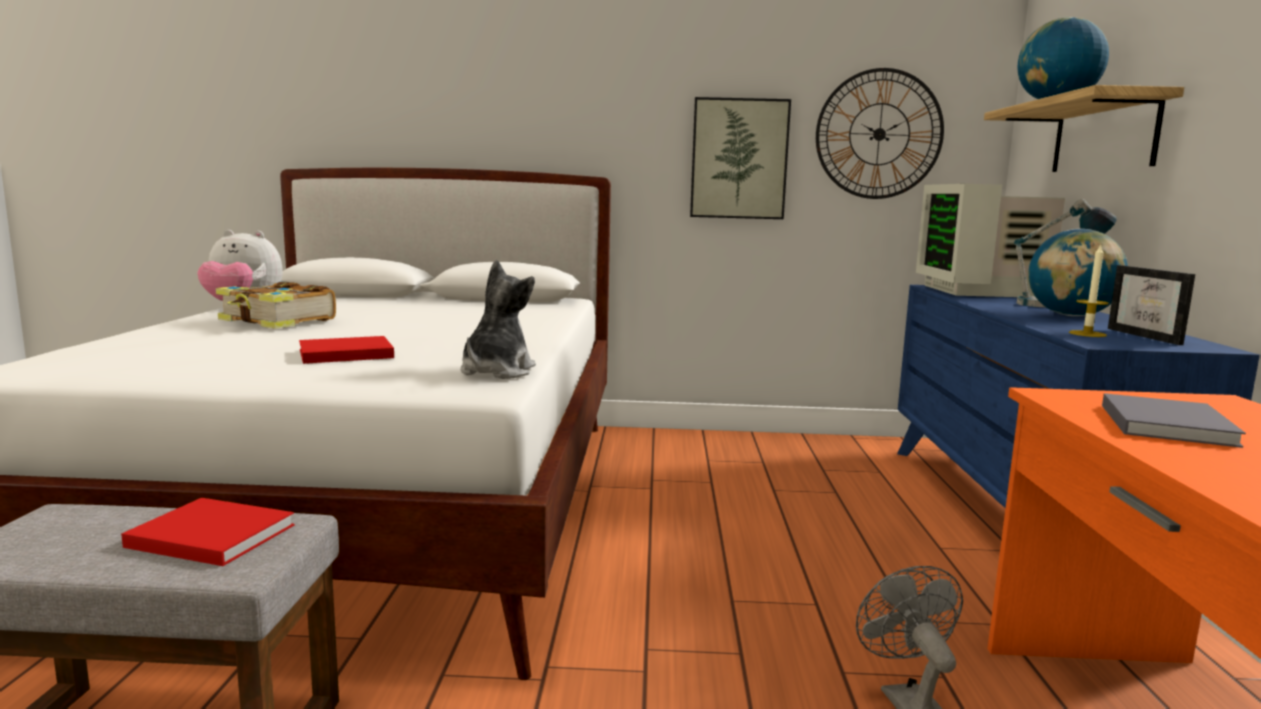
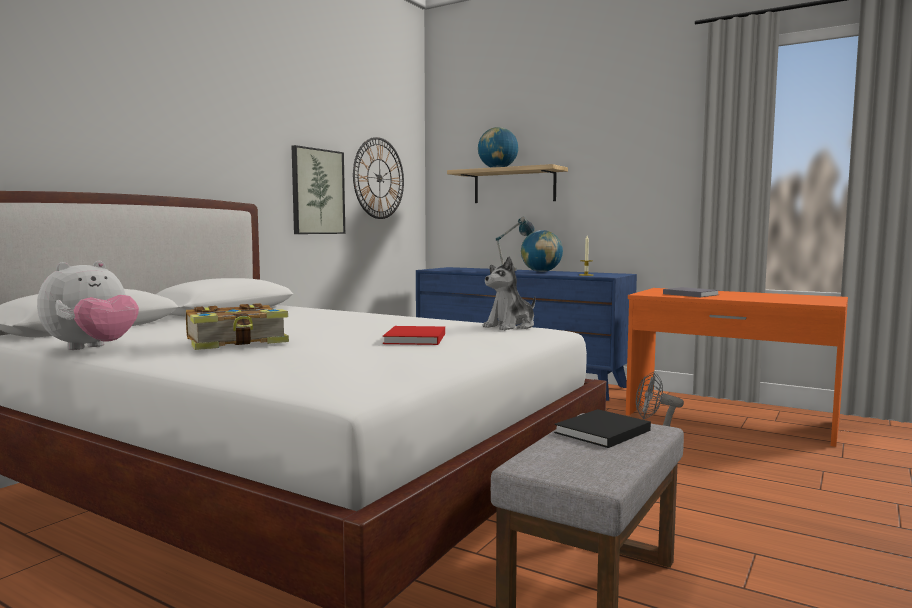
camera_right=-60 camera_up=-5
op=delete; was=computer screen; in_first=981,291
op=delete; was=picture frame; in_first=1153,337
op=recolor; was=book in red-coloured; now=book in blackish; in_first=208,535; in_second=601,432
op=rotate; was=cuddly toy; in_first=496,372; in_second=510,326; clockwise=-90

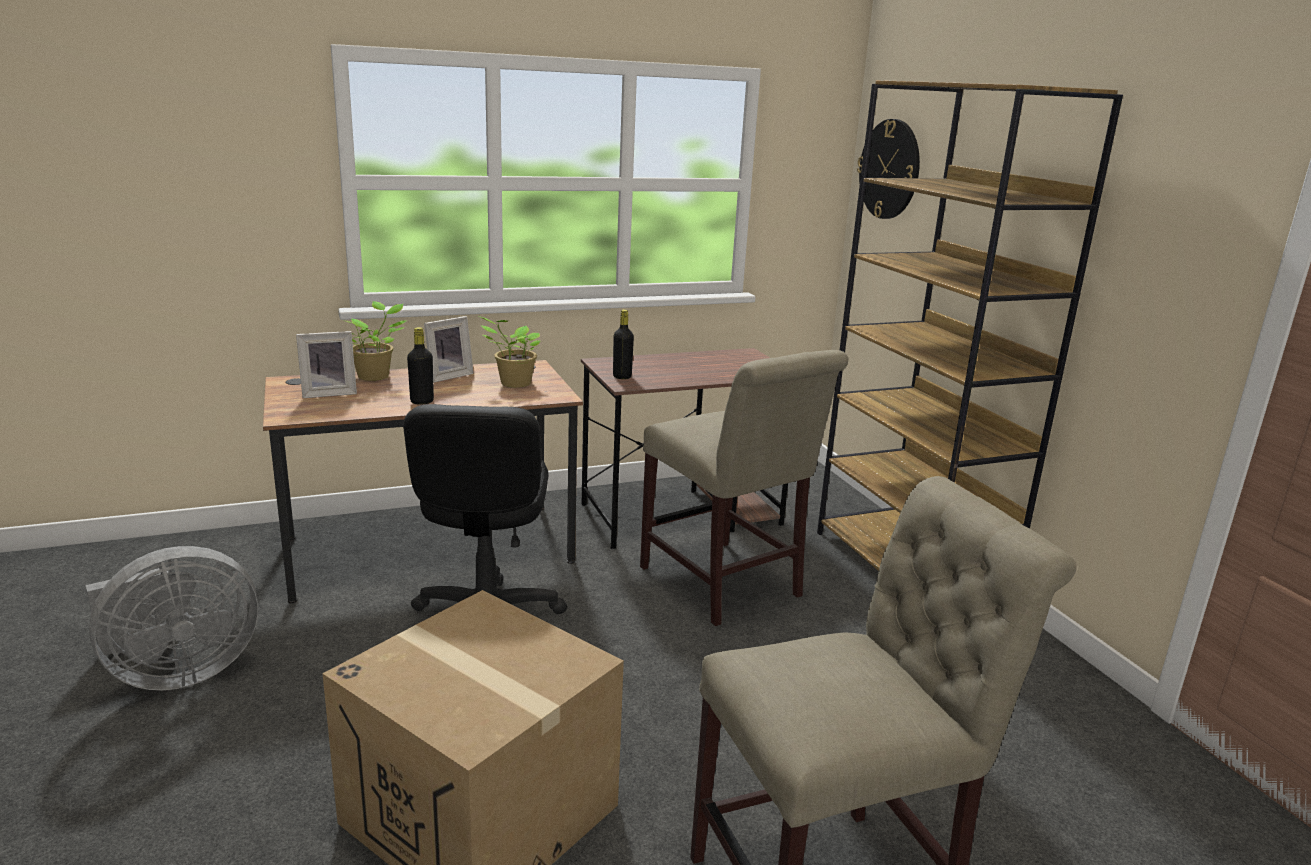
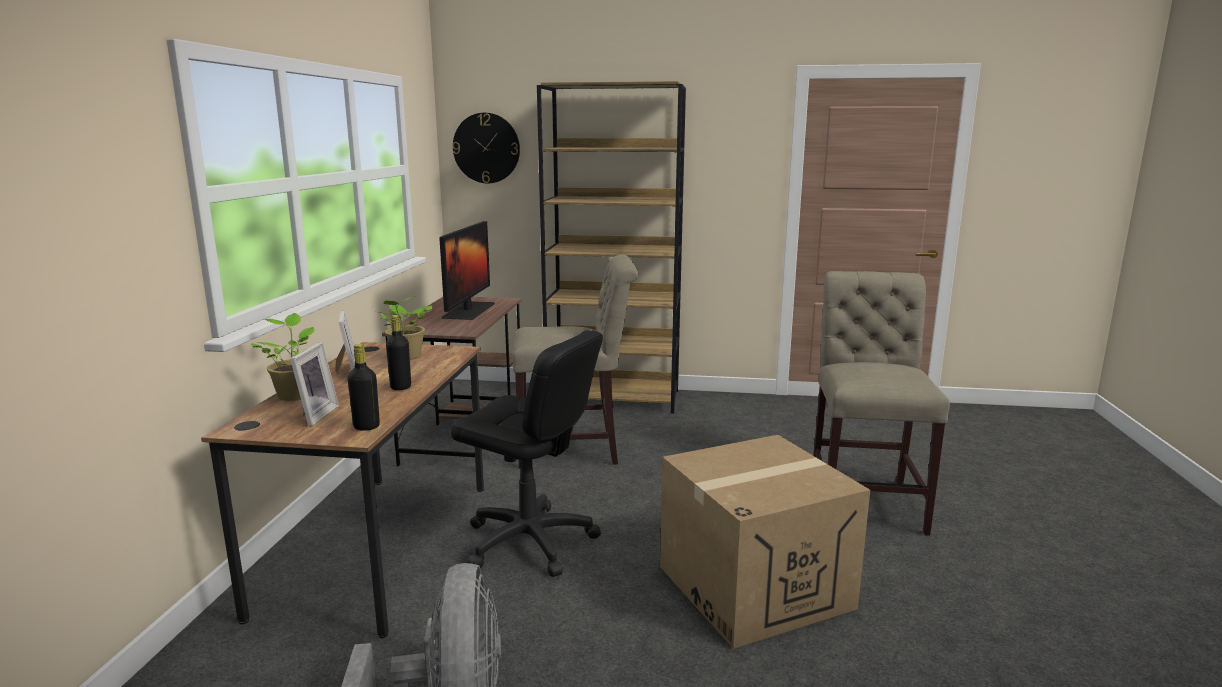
camera_right=-60 camera_up=-5
op=insert; now=computer screen; in_second=469,311
op=move; was=bottle in blackish; in_first=622,376; in_second=366,427

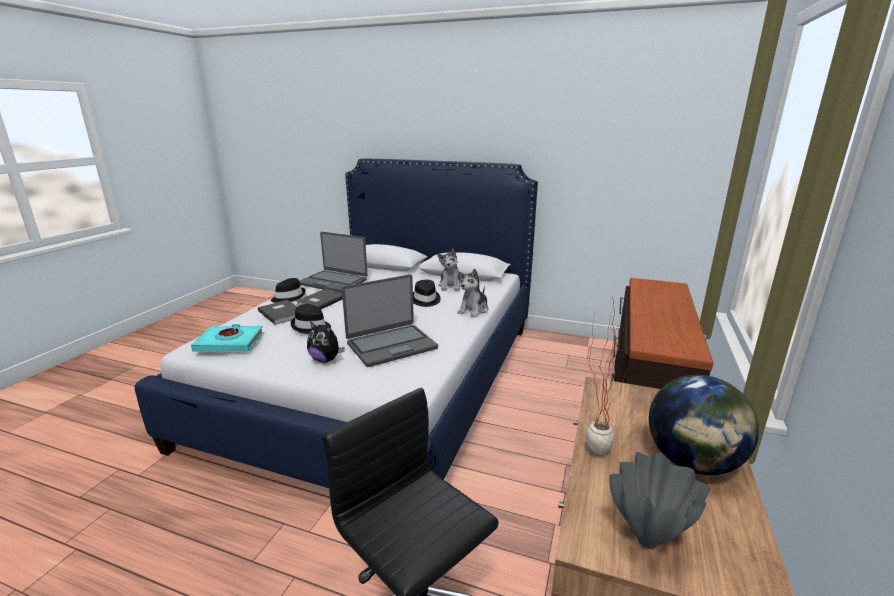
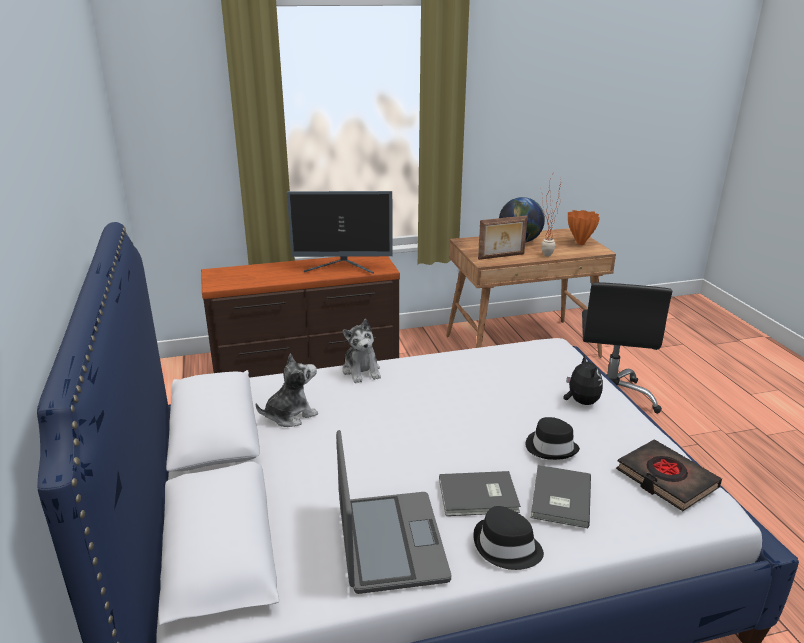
camera_right=-125 camera_up=5
op=delete; was=portable computer; in_first=391,345
op=delete; was=wearable hat in blackish; in_first=425,300
op=insert; now=computer screen; in_second=342,267
op=insert; now=picture frame; in_second=501,257
op=recolor; was=book in turquoise; now=book in blackish; in_first=230,343; in_second=666,479
op=recolor; was=decorative vase in grey; now=decorative vase in orange-coloured; in_first=649,541; in_second=580,243
op=rotate; was=cuddly toy; in_first=473,310; in_second=361,371; clockwise=75

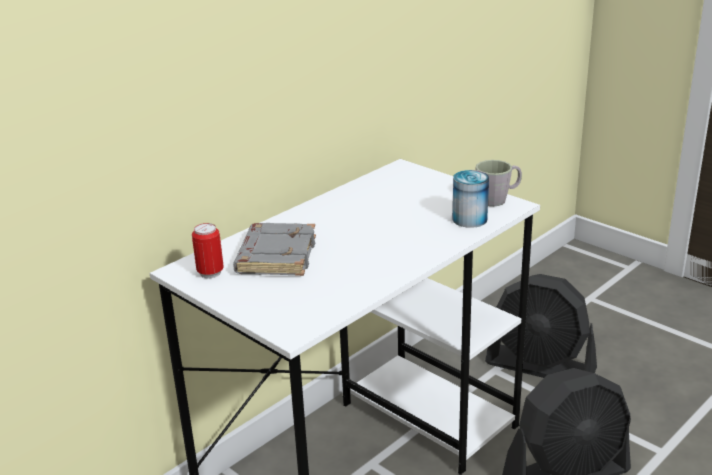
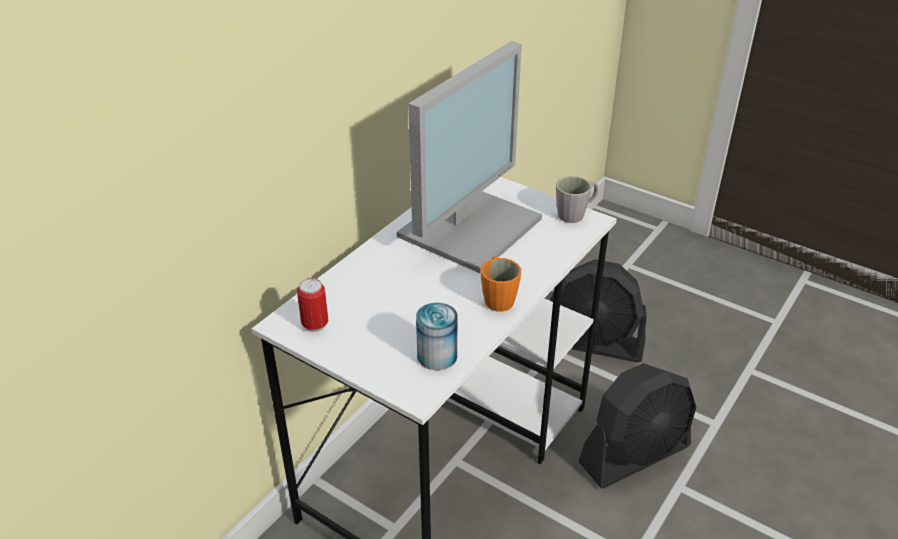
camera_right=-10 camera_up=10
op=delete; was=book in grey; in_first=275,255
op=insert; now=computer screen; in_second=469,226
op=insert; now=tea mug in orange-coloured; in_second=498,297
op=move; was=metal can; in_first=469,219; in_second=437,356

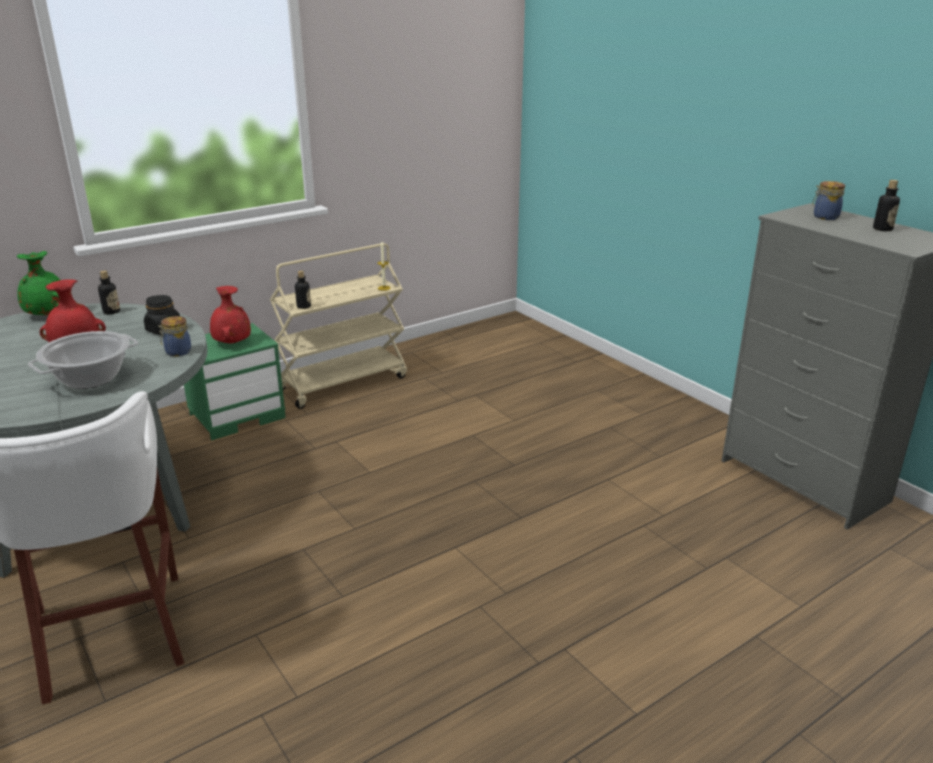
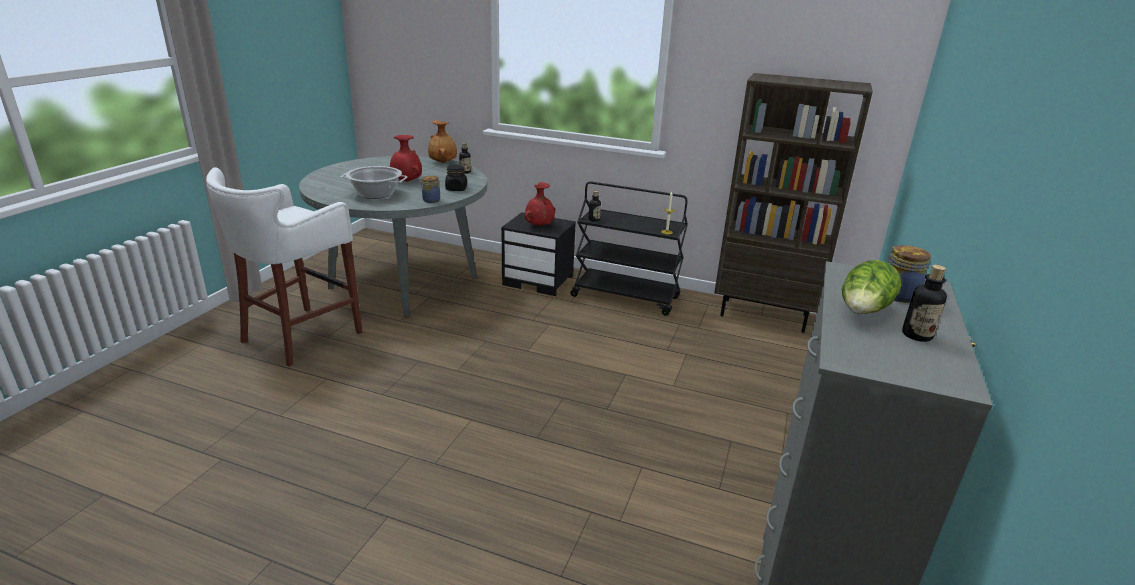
camera_right=55 camera_up=0
op=insert; now=bookcase in brown; in_second=764,315
op=insert; now=head of lettuce; in_second=864,311
op=recolor; was=decorative vase in green-coloured; now=decorative vase in brown; in_first=48,314; in_second=443,162
op=recolor; was=bedside table in green-coloured; now=bedside table in blackish; in_first=238,415; in_second=539,281
op=recolor; was=cart in beige; now=cart in blackish; in_first=343,383; in_second=626,297

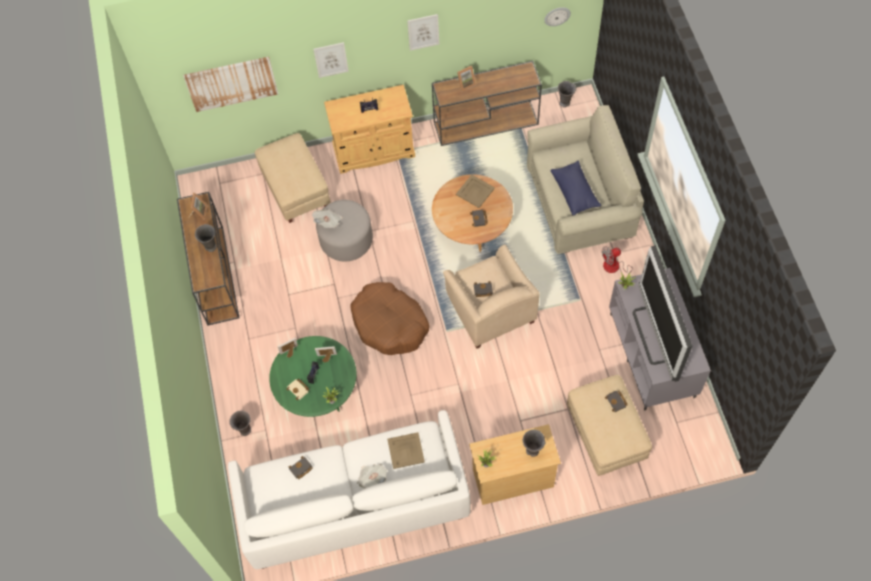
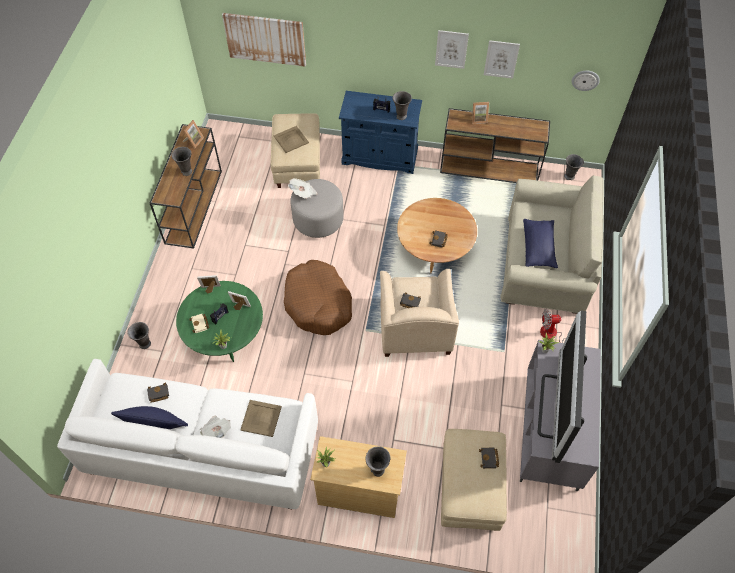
camera_right=20 camera_up=-5
op=insert; now=throw pillow in blue; in_second=154,424
op=insert; now=decorative vase in grey; in_second=401,116
op=move; was=wall art; in_first=331,59; in_second=501,59
op=move; was=tray in beige; in_first=475,191; in_second=291,140
op=recolor; was=cabinet in beige; now=cabinet in blue; in_first=374,151; in_second=379,156

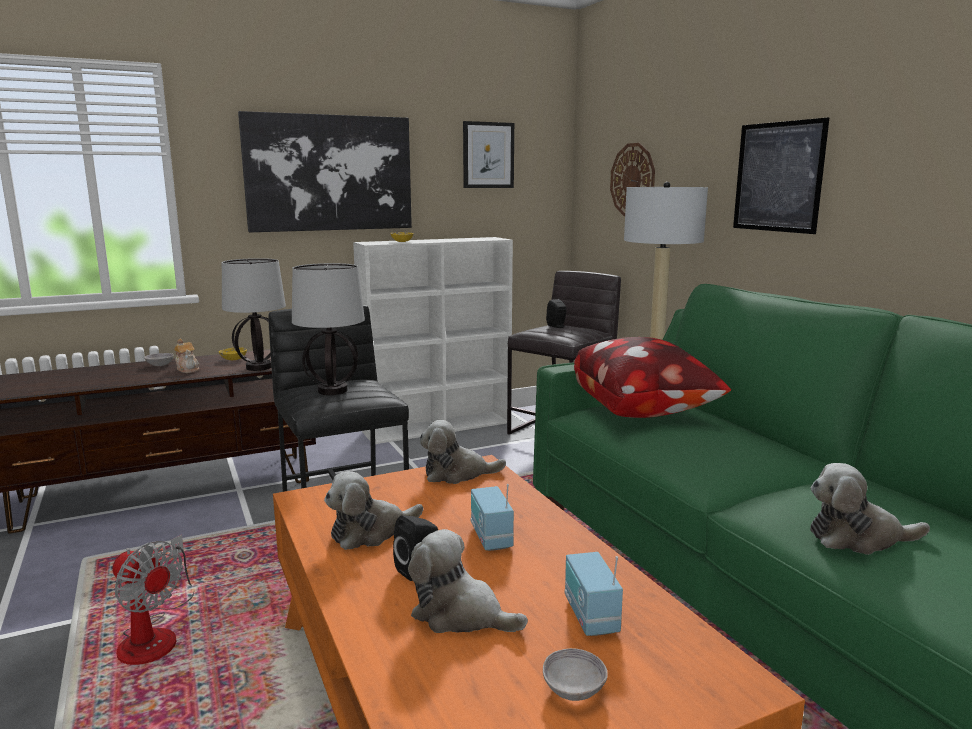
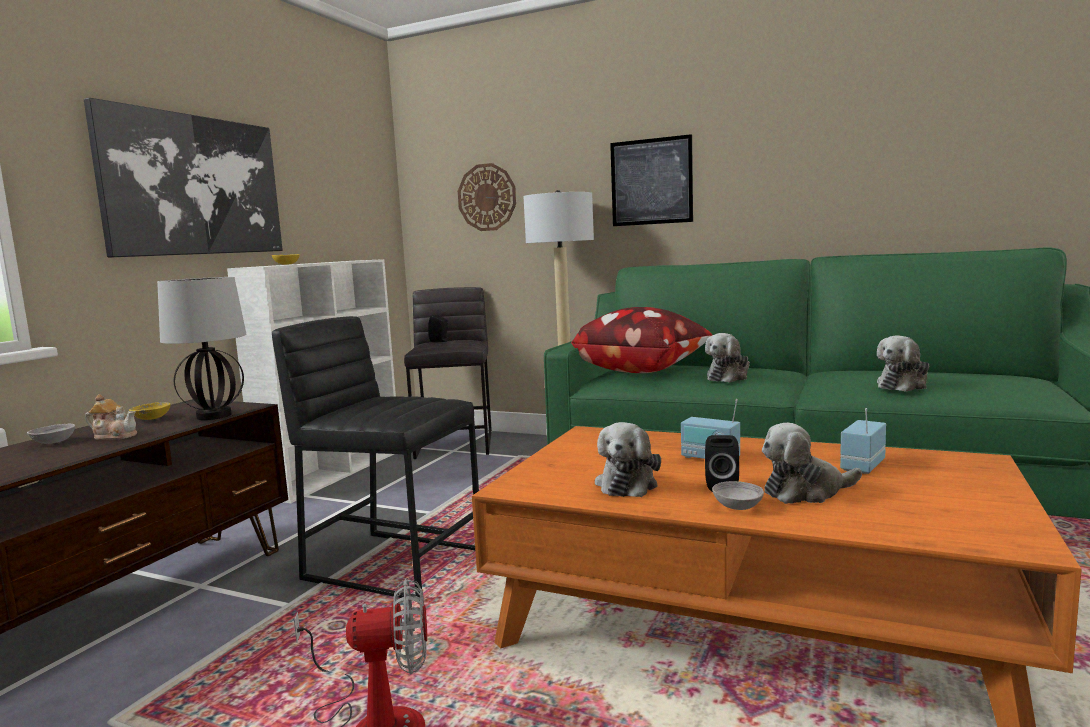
camera_right=-40 camera_up=-5
op=delete; was=lamp for a table; in_first=331,391
op=delete; was=wall art; in_first=488,155
op=move; was=cuddly toy; in_first=457,474; in_second=729,377
op=move; was=deep dish in grey; in_first=573,690; in_second=737,507
op=rotate; was=radio; in_first=590,616; in_second=862,466; clockwise=90

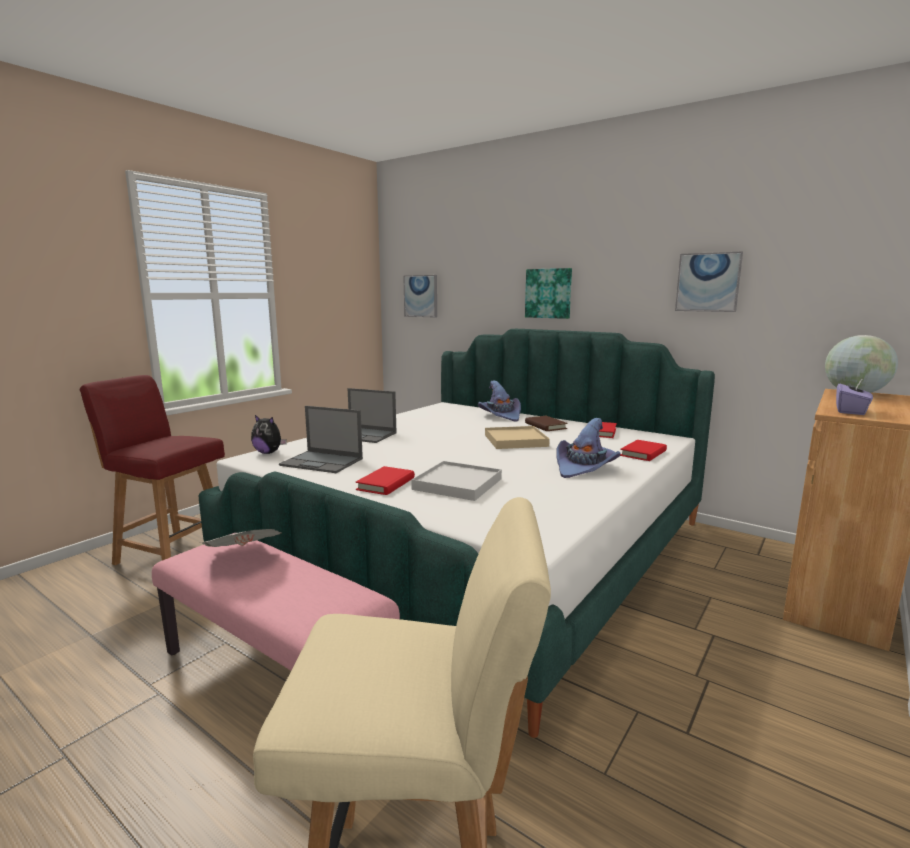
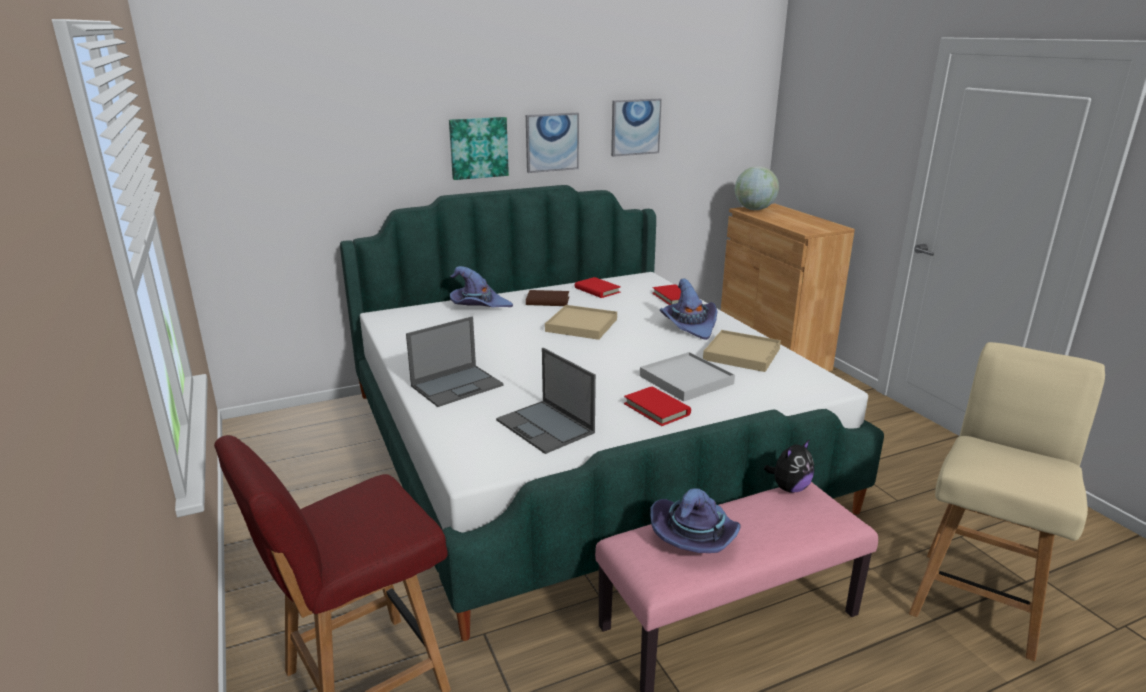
camera_right=-60 camera_up=10
op=delete; was=box of tissues in purple-coloured; in_first=851,411
op=insert; now=tray in beige; in_second=741,354
op=move; was=cuddly toy; in_first=269,452; in_second=789,488
op=move; was=wall art; in_first=421,296; in_second=552,142
op=replace; was=newspaper; now=wearable hat in purple-coloured; in_first=244,557; in_second=695,536
op=rotate; was=portable computer; in_first=322,462; in_second=546,427; clockwise=90

